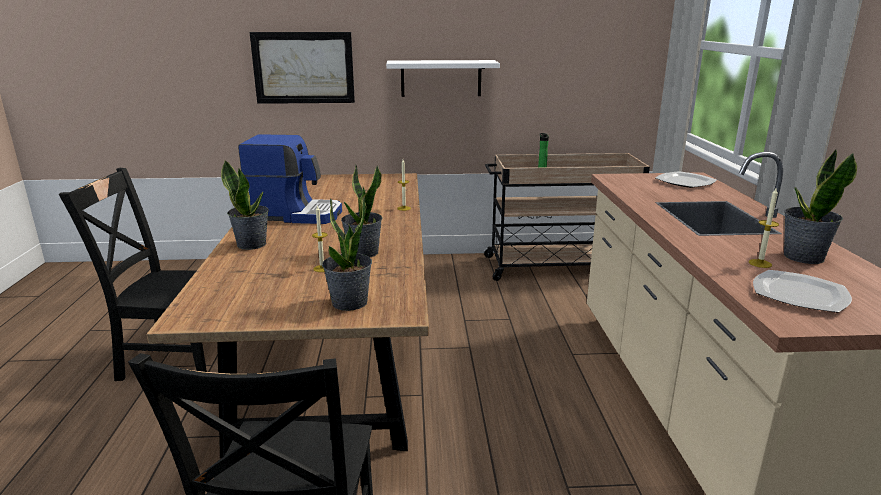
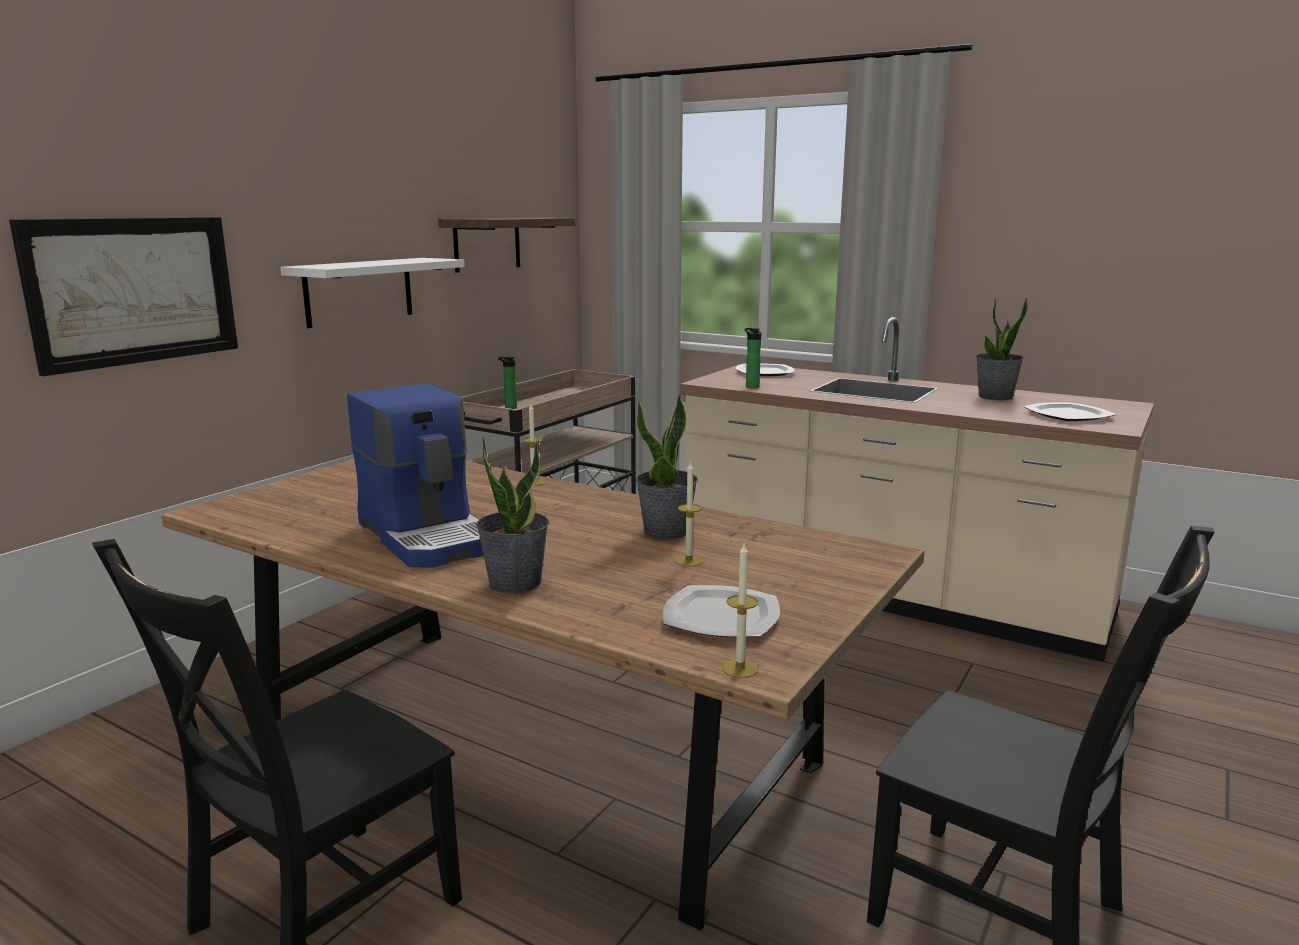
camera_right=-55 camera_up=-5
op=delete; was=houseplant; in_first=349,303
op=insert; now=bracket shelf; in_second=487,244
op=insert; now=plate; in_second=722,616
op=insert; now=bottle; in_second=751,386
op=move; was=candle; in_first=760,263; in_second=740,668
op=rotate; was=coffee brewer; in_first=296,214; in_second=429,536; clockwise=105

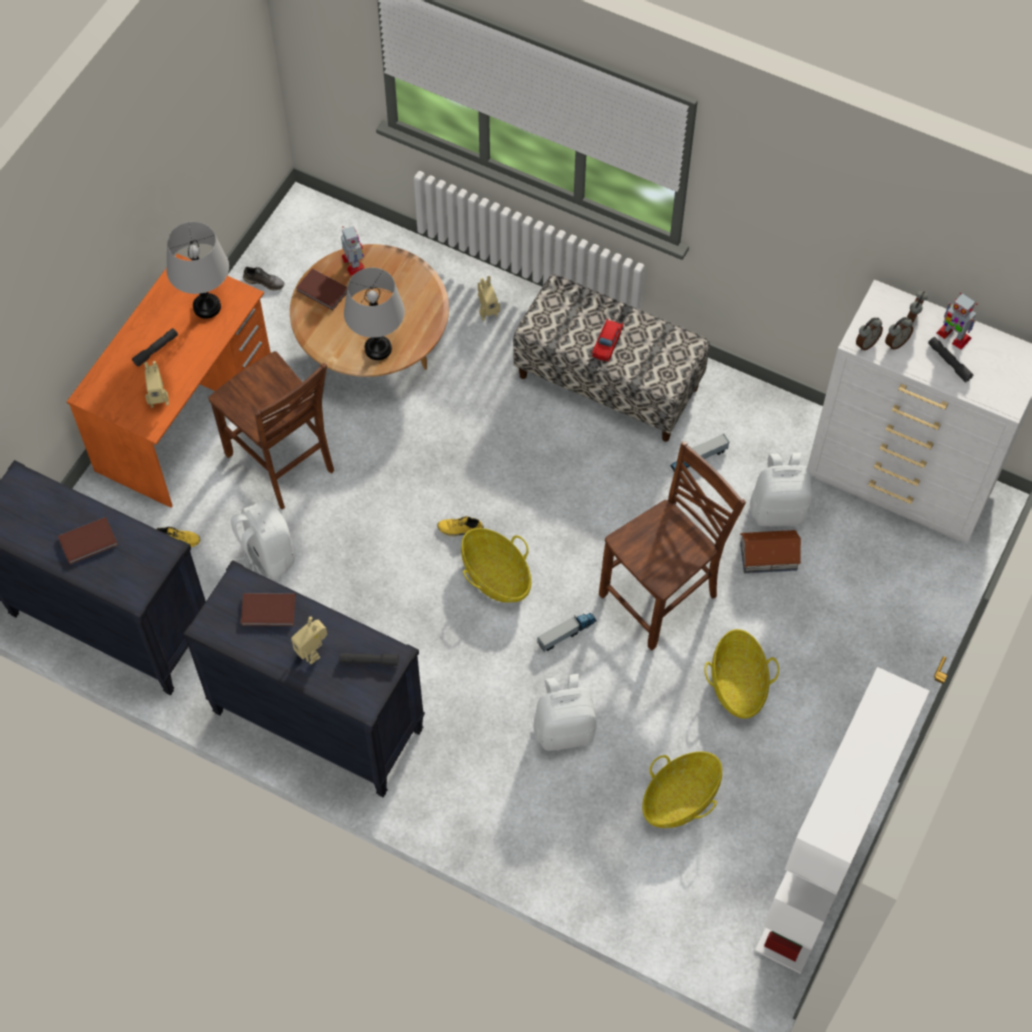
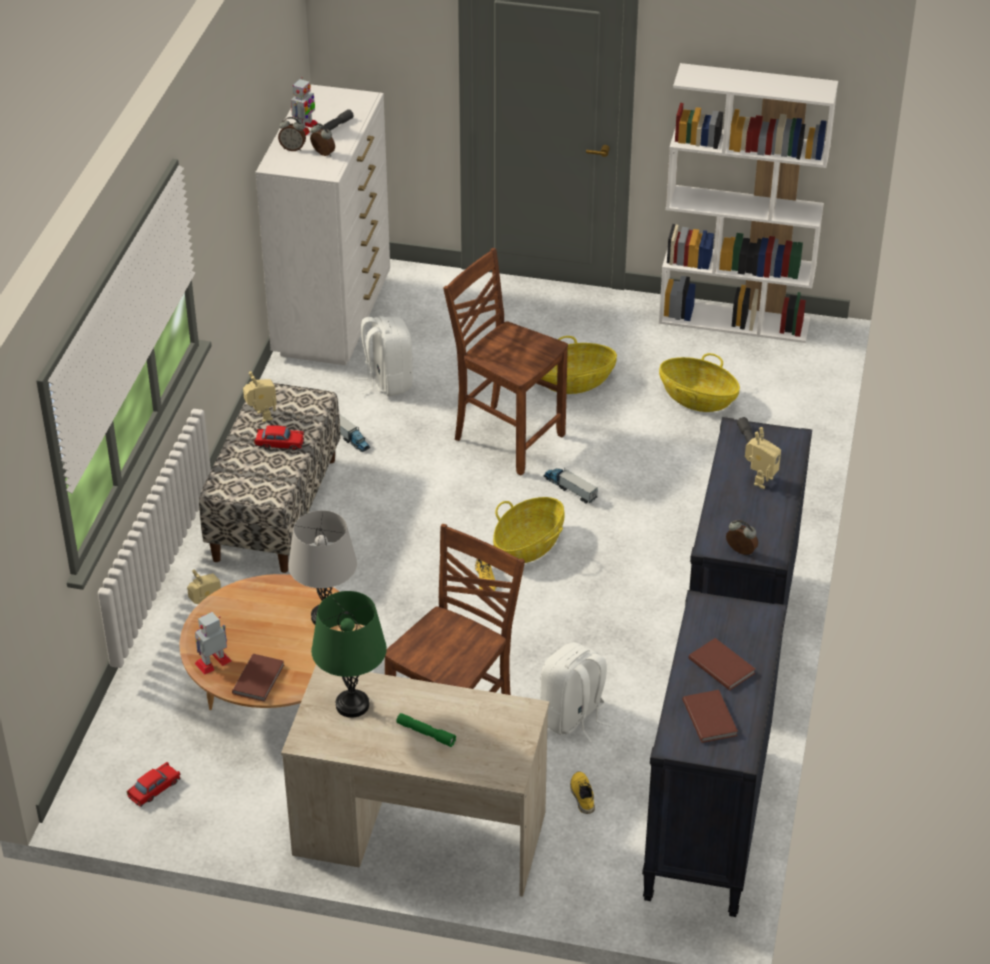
camera_right=-105 camera_up=-20
op=delete; was=low shoe in grey; in_first=264,282
op=delete; was=knapsack in whitish; in_first=565,729
op=delete; was=miniature house; in_first=769,556
op=insert; now=toy car in red-coloured; in_second=154,789
op=move; was=robot figure; in_first=159,398; in_second=261,416
op=move; was=book in brown; in_first=269,611; in_second=711,717
op=move; was=bedside clock; in_first=866,343; in_second=740,552
op=recolor; was=desk unit in orange-coloured; now=desk unit in beige; in_first=185,416; in_second=419,834
op=recolor; was=torch in grey; now=torch in green-coloured; in_first=156,350; in_second=426,733
op=recolor; was=lamp for a table in grey; now=lamp for a table in green-coloured; in_first=207,307; in_second=352,705

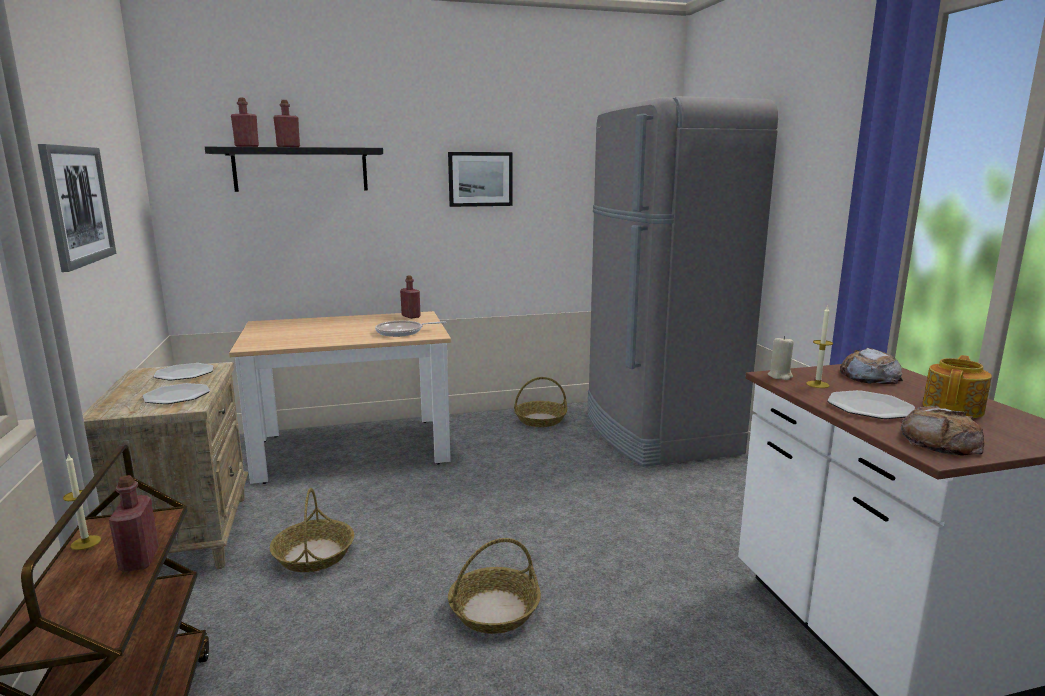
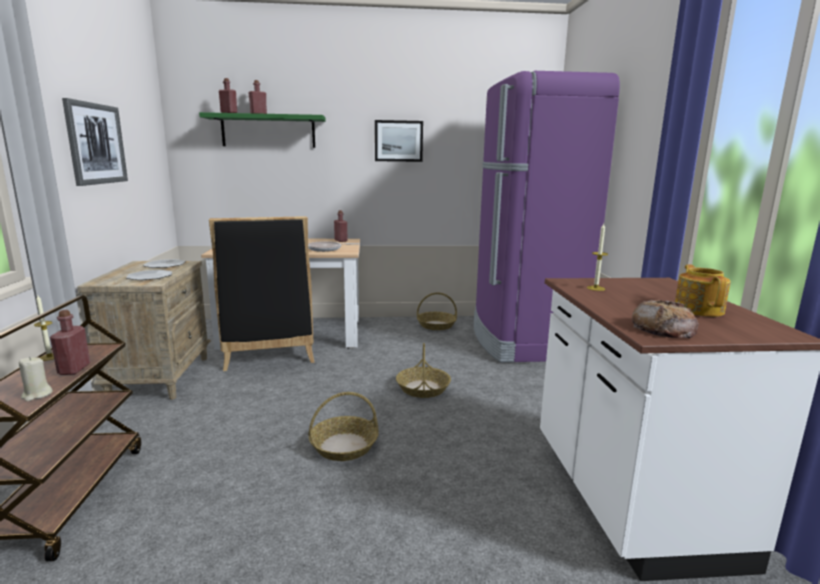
camera_right=10 camera_up=0
op=delete; was=plate; in_first=869,407
op=delete; was=bread; in_first=869,376
op=insert; now=plain chair in blackish; in_second=269,351
op=move; was=storage basket; in_first=314,555; in_second=423,388
op=move; was=candle in beige; in_first=780,376; in_second=37,395
op=recolor; was=bracket shelf in blackish; now=bracket shelf in green-coloured; in_first=301,169; in_second=268,131
op=recolor; was=refrigerator in grey; now=refrigerator in purple-coloured; in_first=657,433; in_second=523,341
op=rotate; was=tea pot; in_first=953,408; in_second=698,309; clockwise=-45

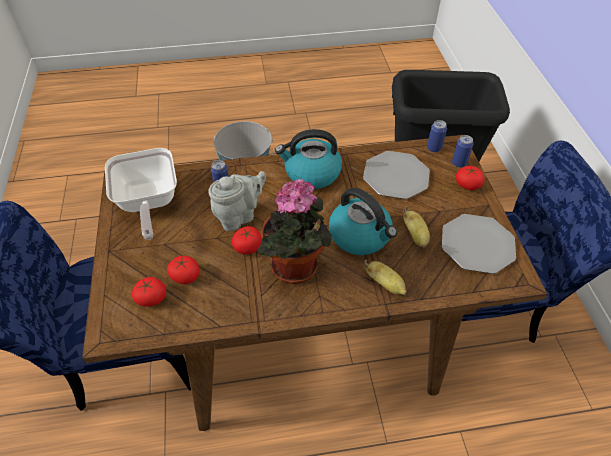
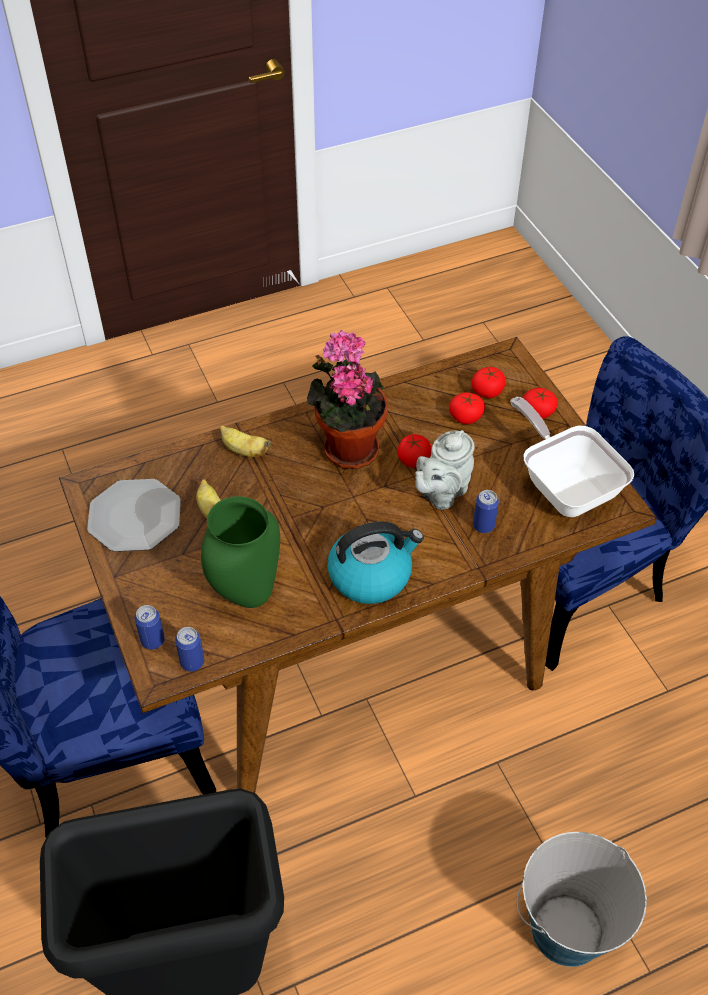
camera_right=165 camera_up=0
op=delete; was=tea kettle; in_first=361,236
op=move; was=whole tomato; in_first=467,184; in_second=537,412
op=replace; was=plate; now=decorative vase in green-coloured; in_first=396,176; in_second=247,596

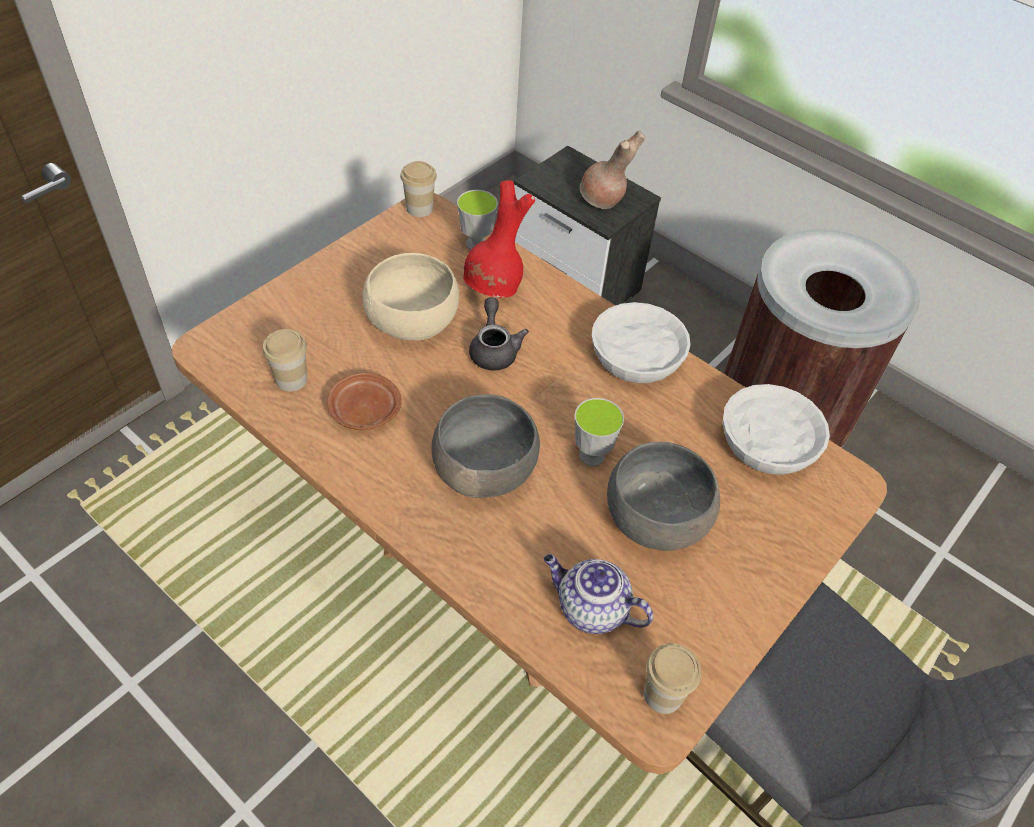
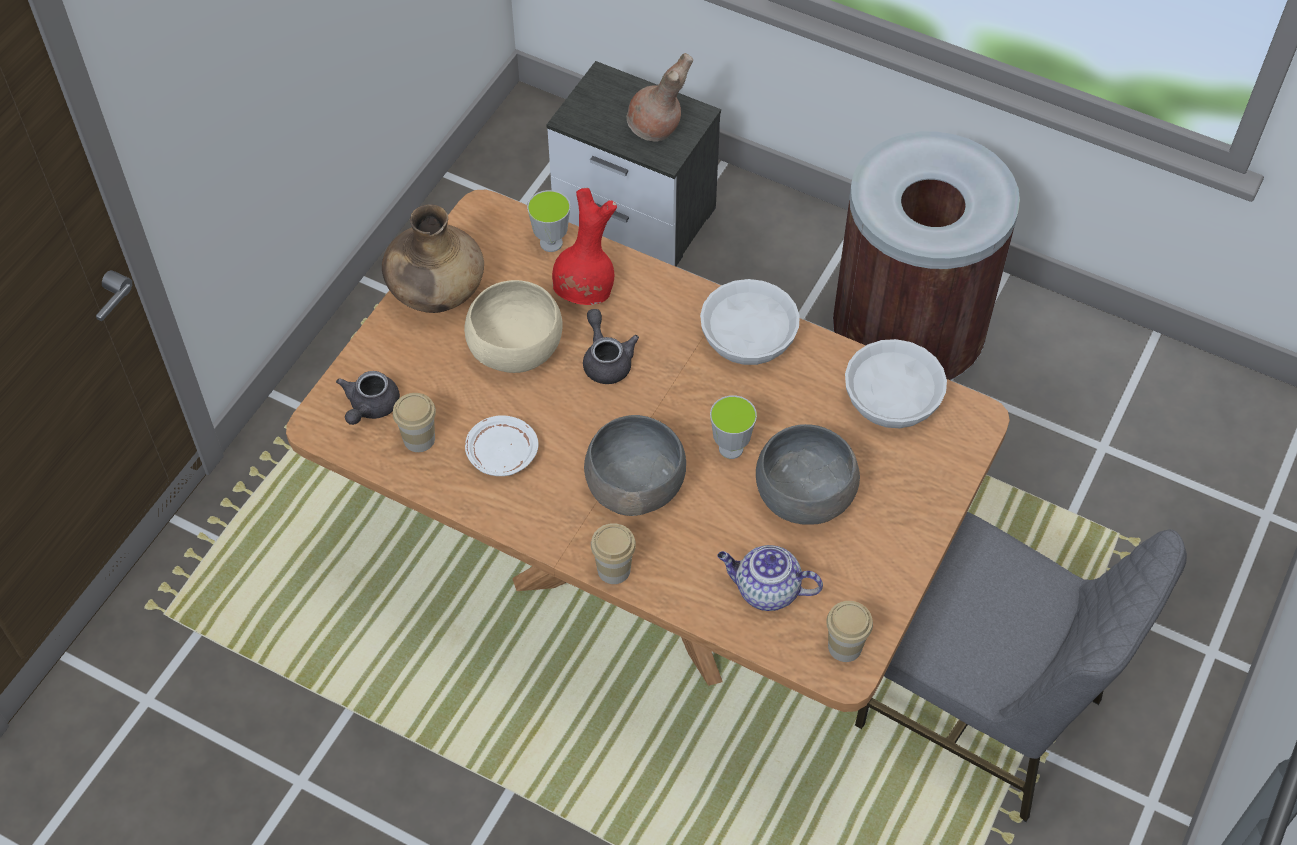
camera_right=-10 camera_up=5
op=insert; now=tea pot in grey; in_second=370,407
op=insert; now=decorative vase in brown; in_second=436,293
op=move; was=small cup; in_first=419,208; in_second=614,569
op=recolor; was=plate in brown; now=plate in whitish; in_first=364,410; in_second=501,453

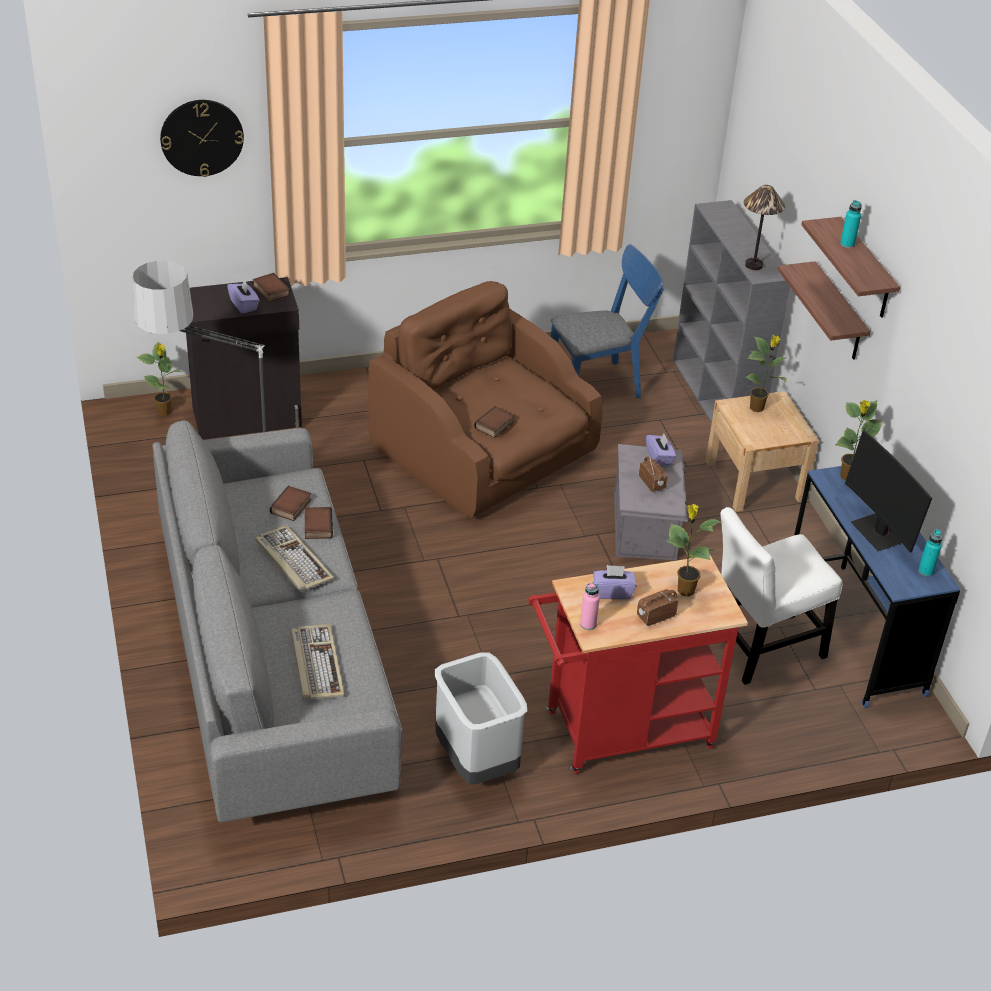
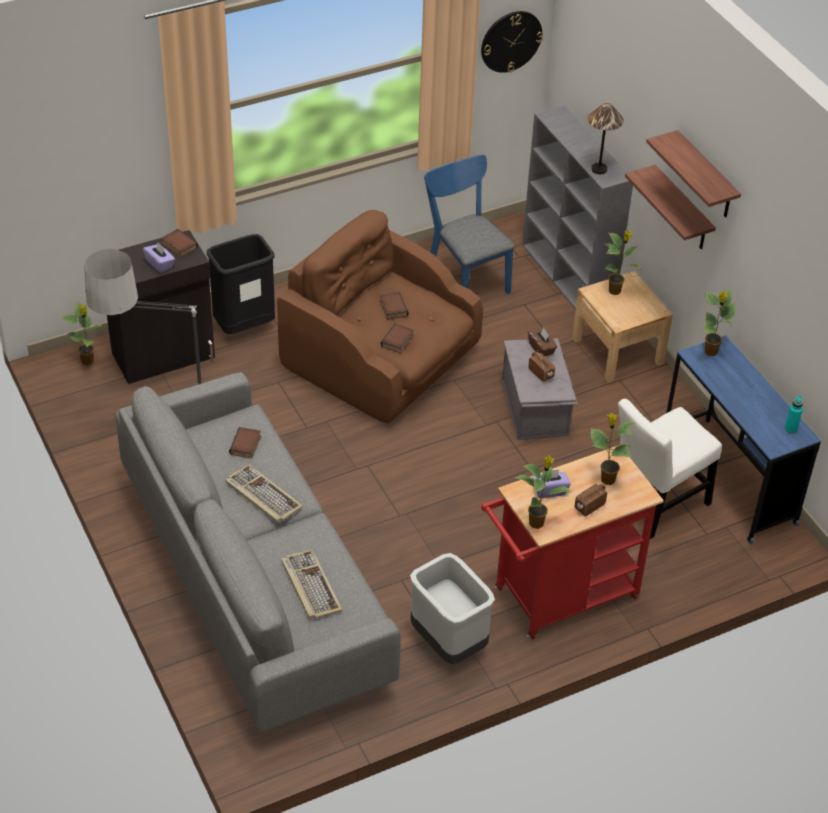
camera_right=-10 camera_up=5
op=delete; was=bottle in turquoise; in_first=847,244
op=delete; was=computer screen; in_first=879,532
op=insert; now=rubbish bin in blackish; in_second=244,326
op=move; was=hanging clock; in_first=202,137; in_second=511,41
op=move; was=book; in_first=317,526; in_second=392,308
op=replace; was=bottle in pink-coloured; now=houseplant; in_first=588,624; in_second=537,522
op=recolor; was=box of tissues in purple-coloured; now=box of tissues in brown; in_first=659,458; in_second=541,348
op=rotate; was=plain chair in blue; in_first=600,384; in_second=465,277; clockwise=-90

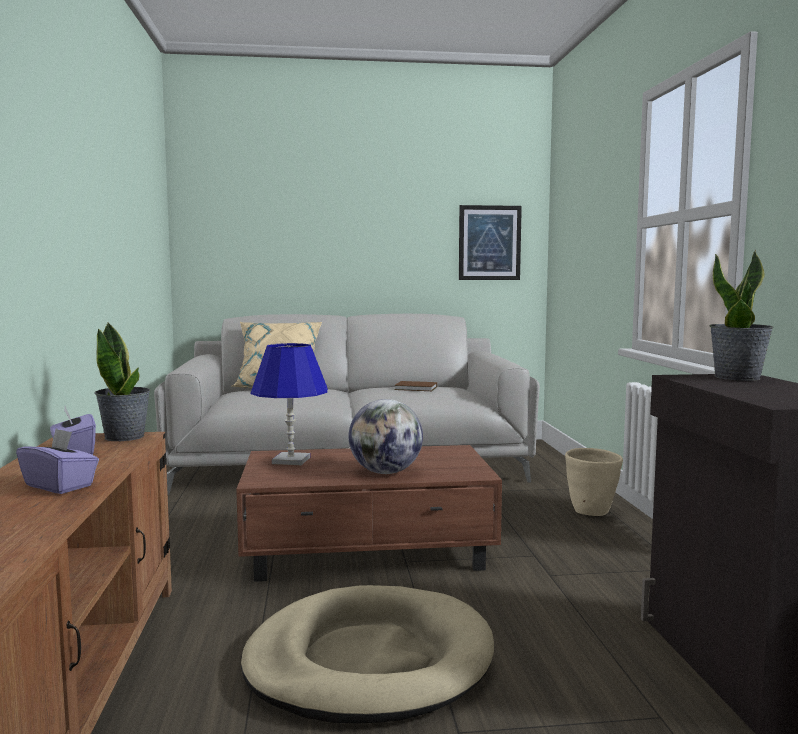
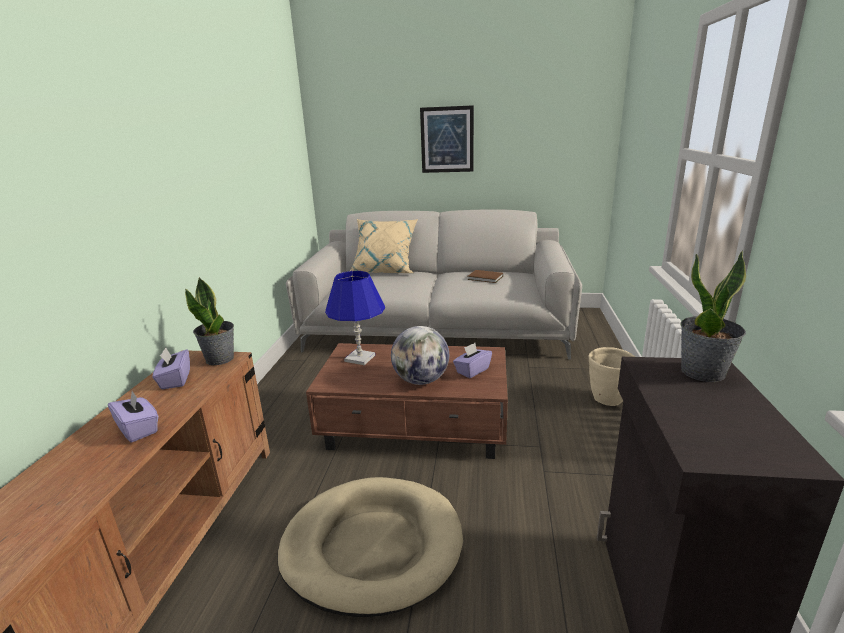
camera_right=15 camera_up=15
op=insert; now=box of tissues in purple-coloured; in_second=472,370
op=move; was=wall art; in_first=489,243; in_second=447,140

